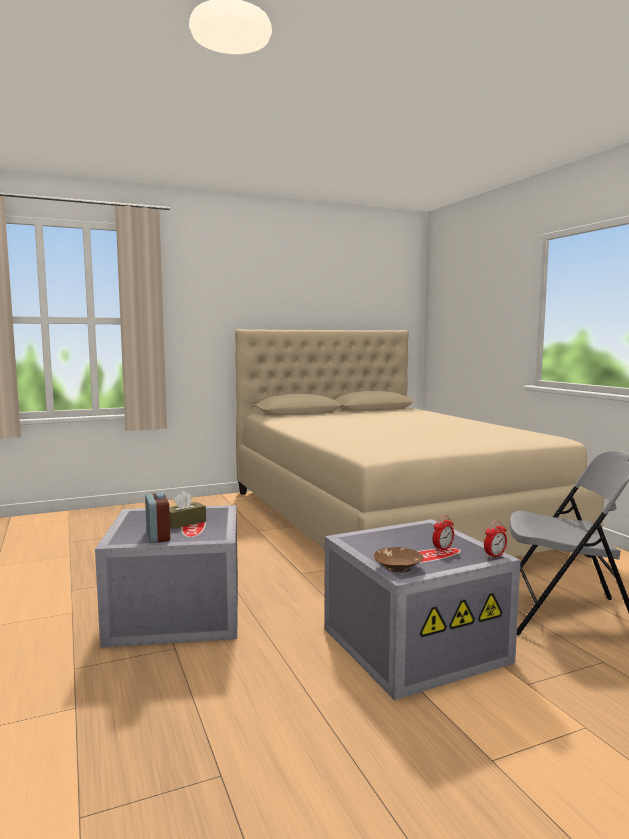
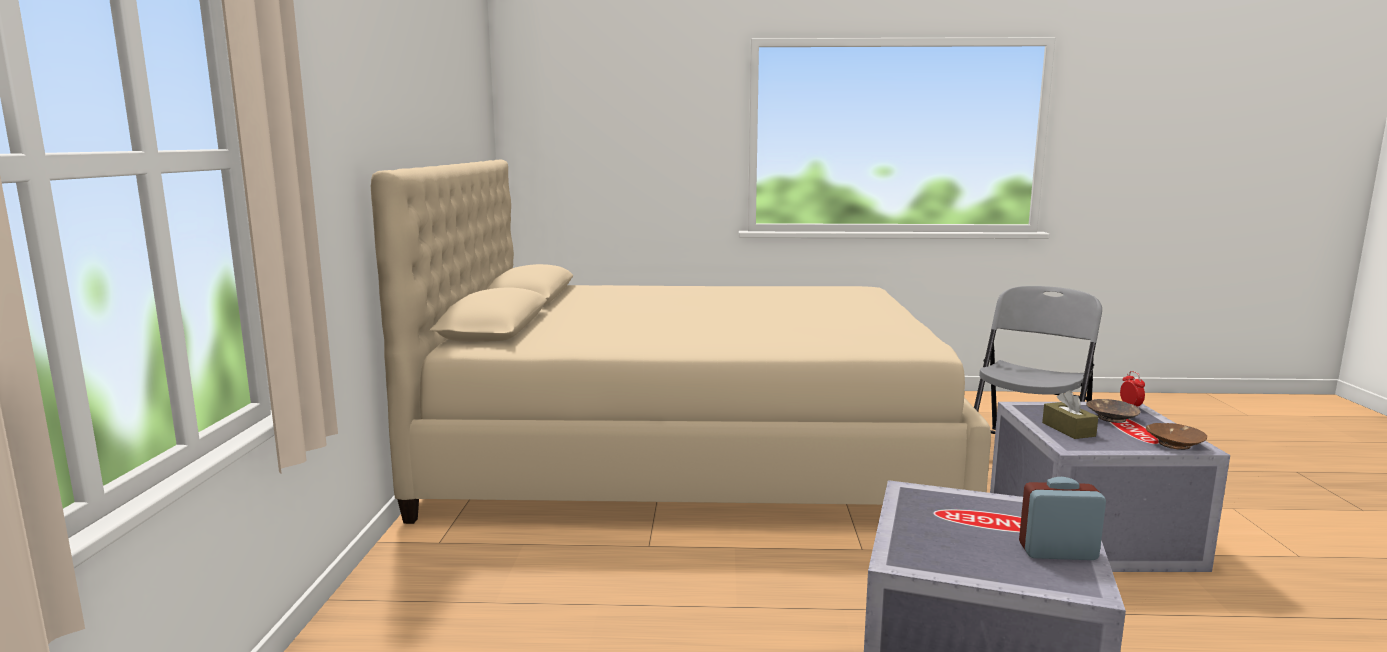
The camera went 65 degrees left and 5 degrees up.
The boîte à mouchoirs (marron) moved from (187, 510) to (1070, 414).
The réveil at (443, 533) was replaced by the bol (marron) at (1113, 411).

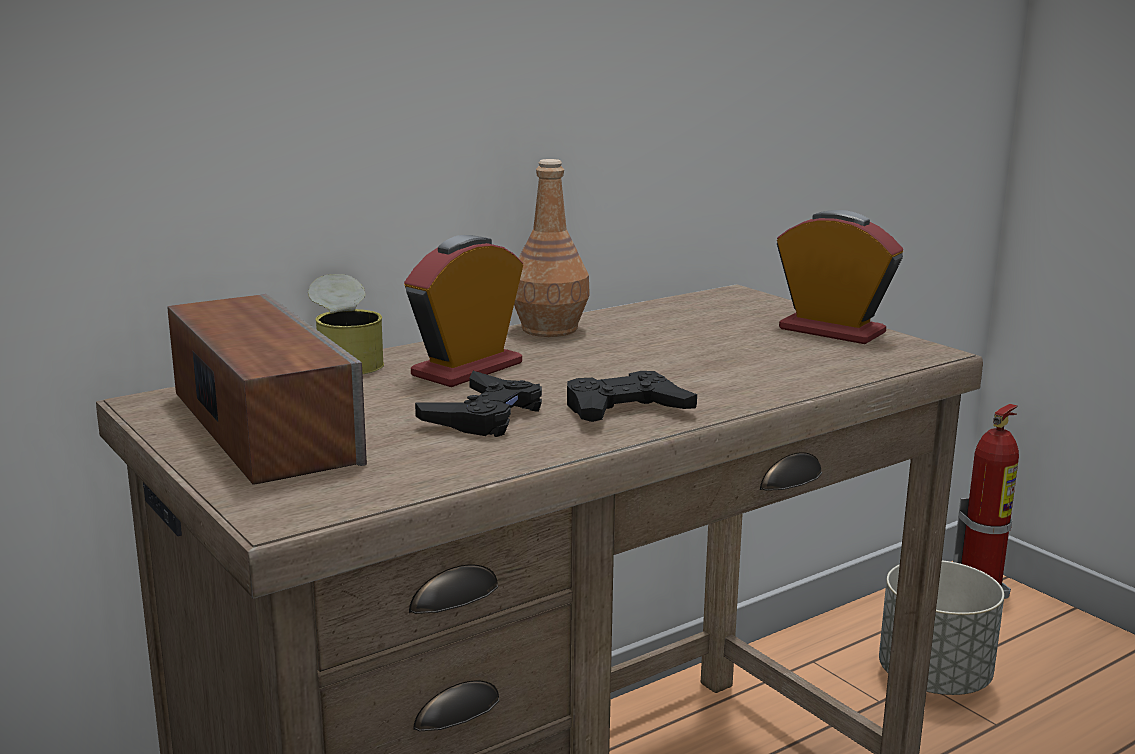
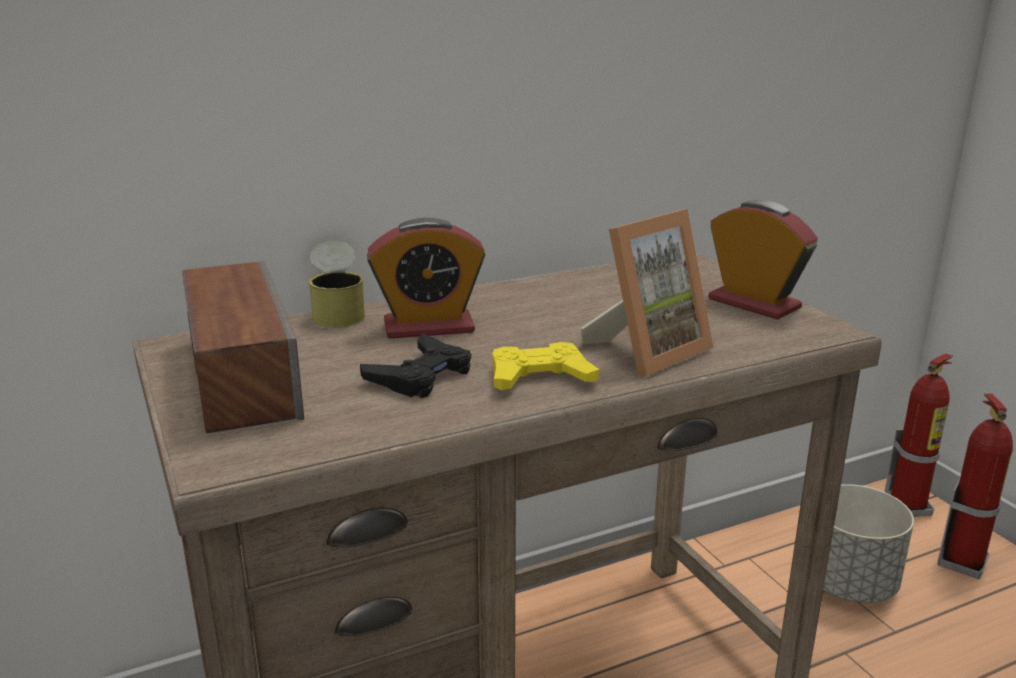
The camera went 10 degrees right and 5 degrees up.
The bouteille (marron) at (552, 248) disappeared.
The réveil at (463, 311) turned 150 degrees counterclockwise.
The manette (noir) at (632, 396) became the manette (jaune) at (546, 366).
The cadre photo at (647, 292) appeared.
The extincteur at (975, 486) appeared.

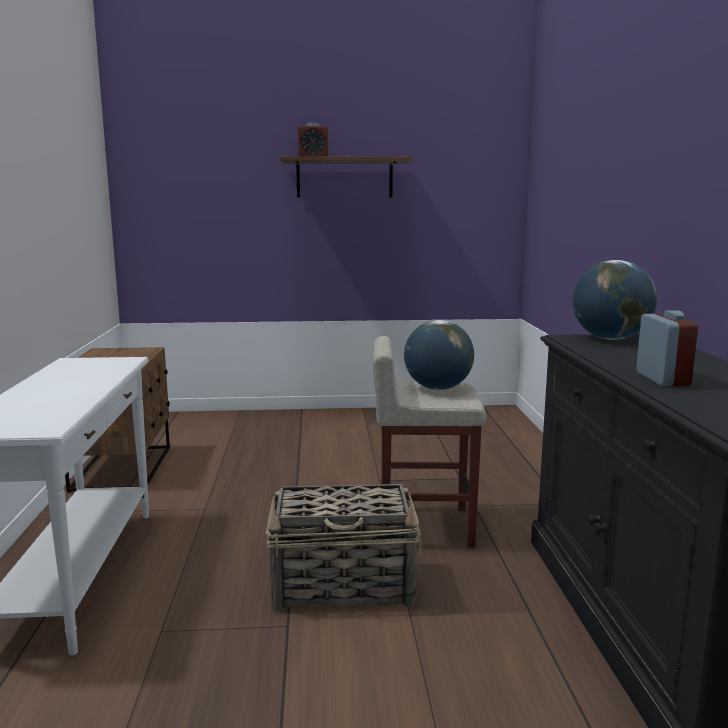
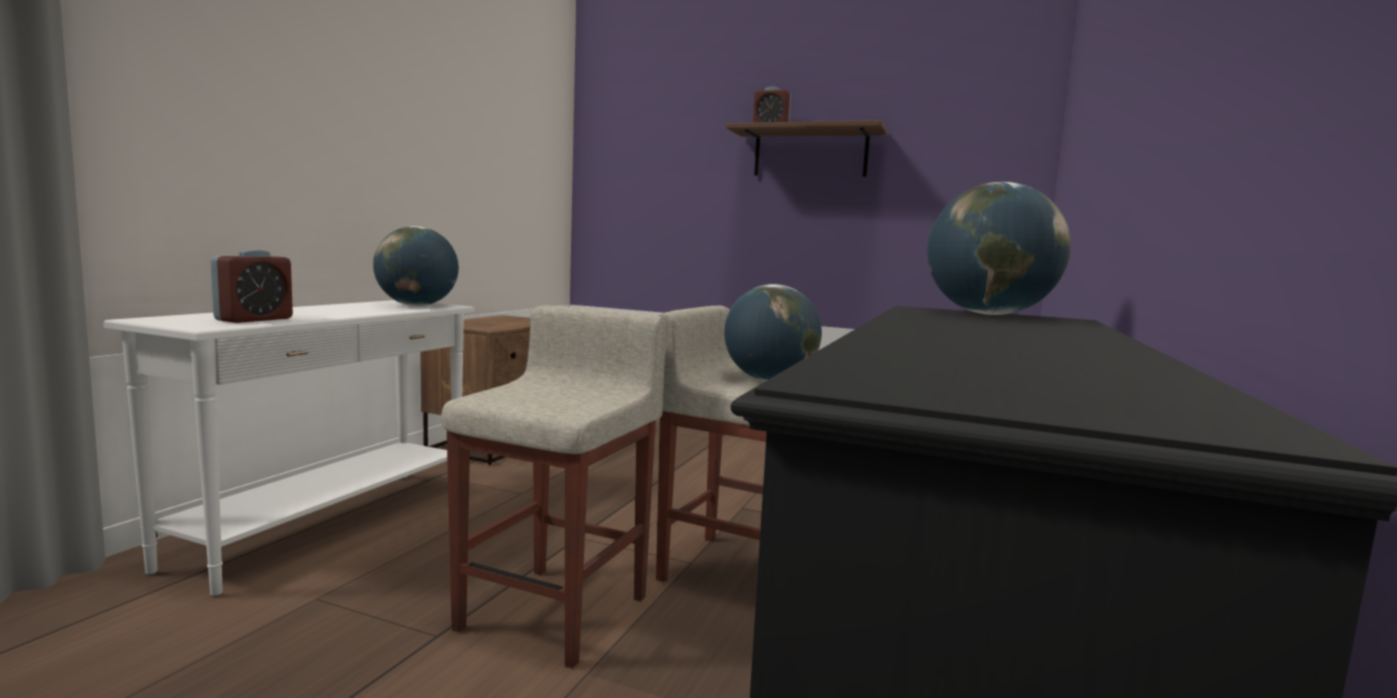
The camera went 25 degrees right and 5 degrees down.
The réveil moved from (667, 348) to (252, 286).
The panier at (344, 547) was replaced by the tabouret (beige) at (554, 486).
The globe at (416, 266) appeared.

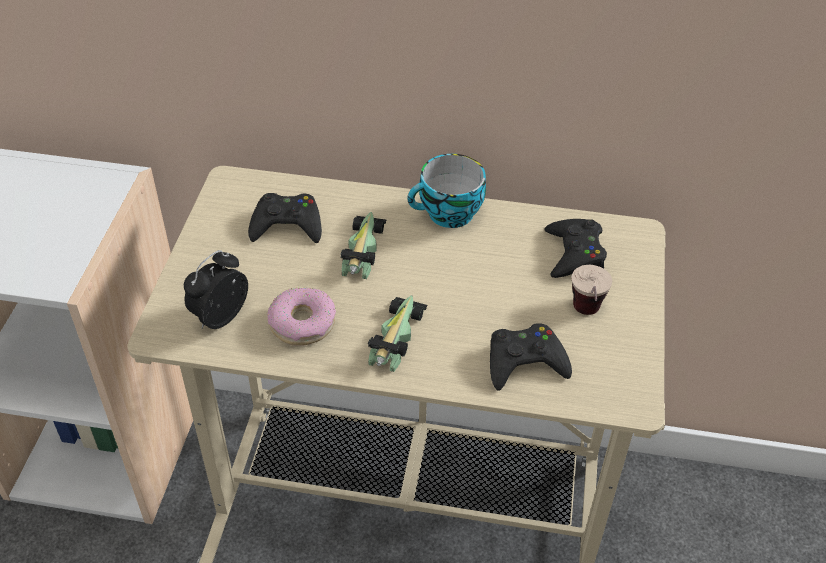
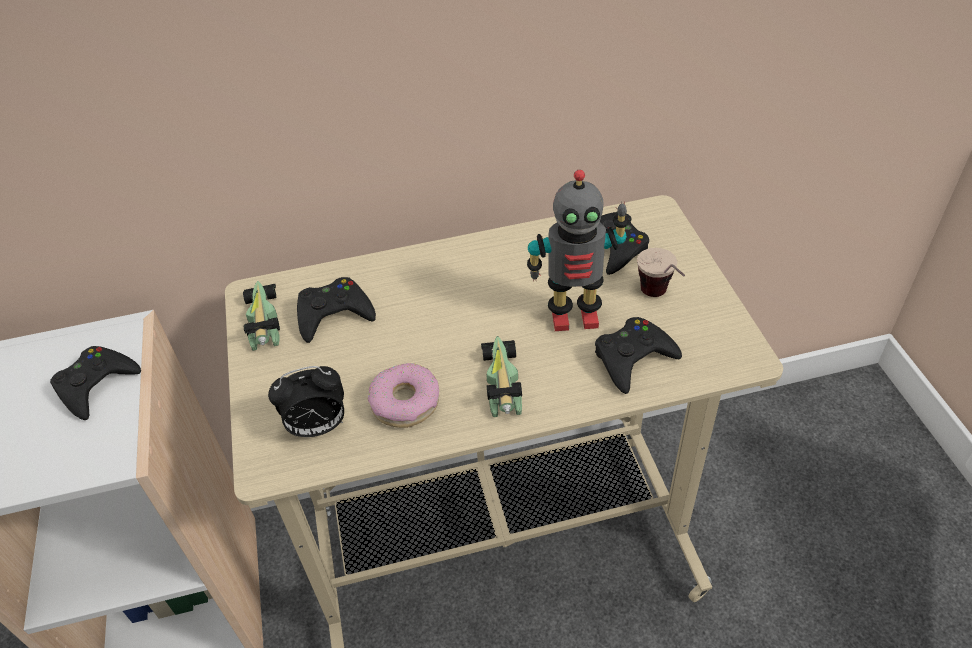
The camera went 20 degrees left and 0 degrees up.
The tasse at (446, 191) disappeared.
The petite voiture moved from (363, 245) to (261, 316).
The réveil at (216, 289) turned 120 degrees counterclockwise.
The robot jouet at (578, 250) appeared.
The manette (noir) at (95, 383) appeared.

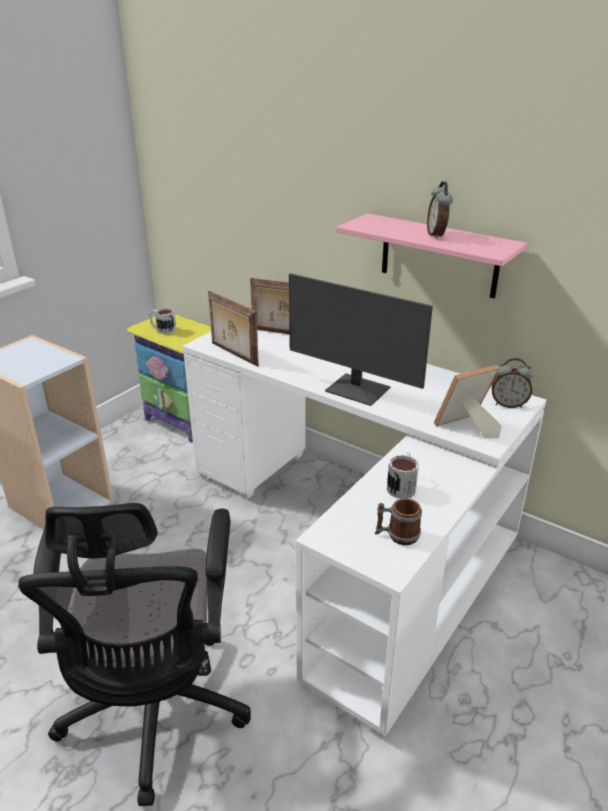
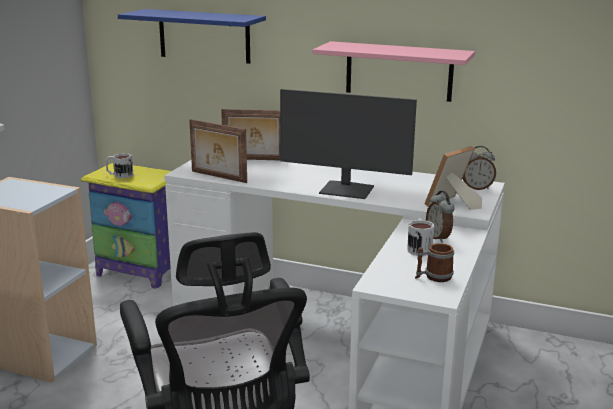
The camera went 15 degrees left and 10 degrees down.
The réveil moved from (440, 210) to (440, 217).
The étagère (bleu) at (192, 36) appeared.

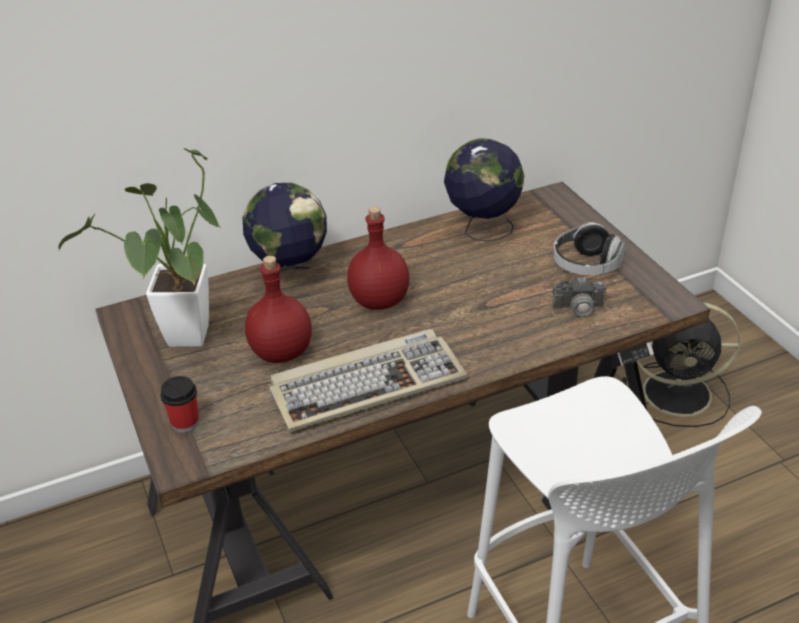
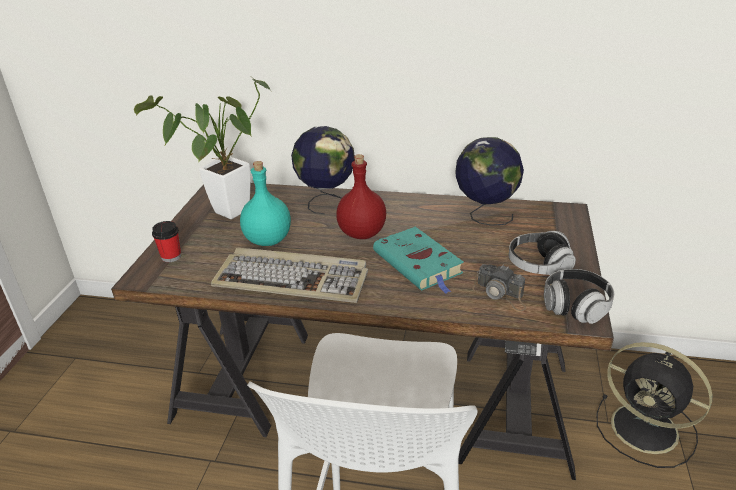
The camera went 35 degrees right and 5 degrees down.
The bouteille (rouge) at (278, 309) became the bouteille (turquoise) at (265, 203).
The livre (turquoise) at (418, 260) appeared.
The casque audio at (579, 296) appeared.

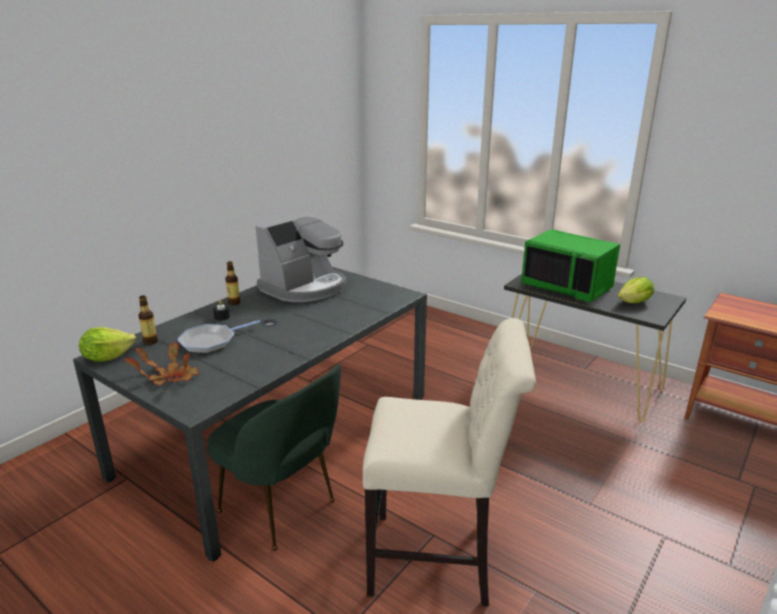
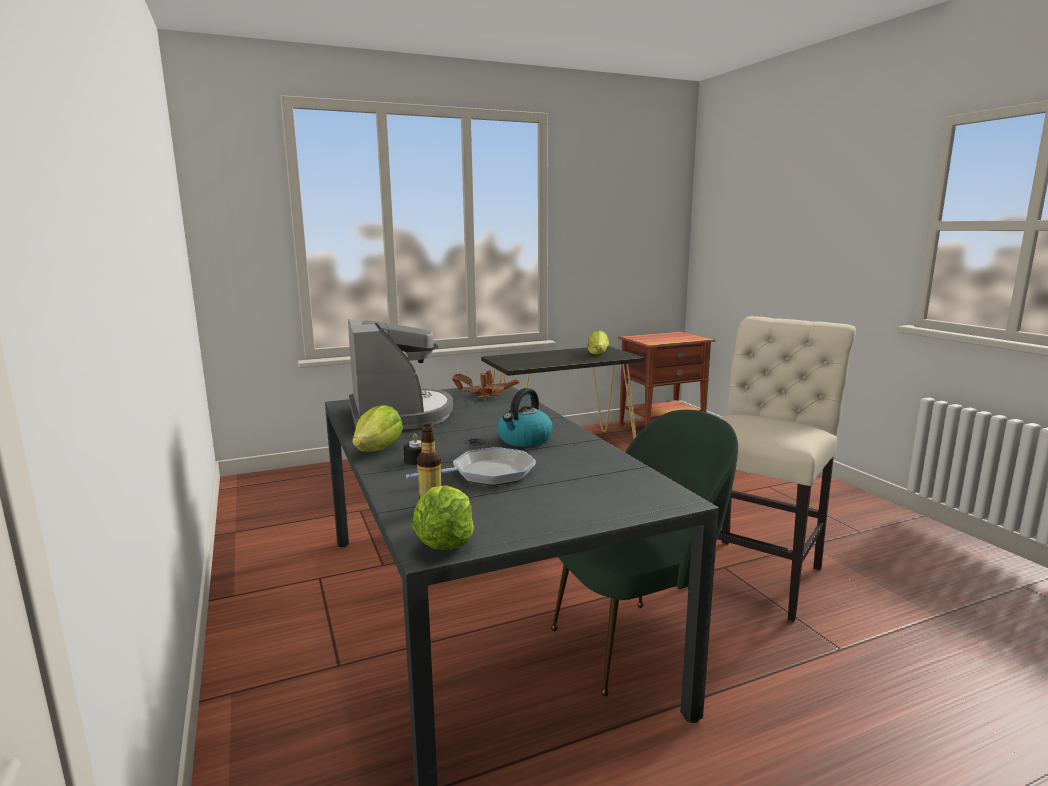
The camera went 60 degrees left and 10 degrees down.
The micro-ondes (vert) at (570, 265) disappeared.
The bouteille at (232, 283) was replaced by the laitue at (377, 428).
The poêle at (219, 336) turned 105 degrees counterclockwise.
The plante en pot moved from (161, 364) to (486, 384).
The bouilloire at (525, 417) appeared.

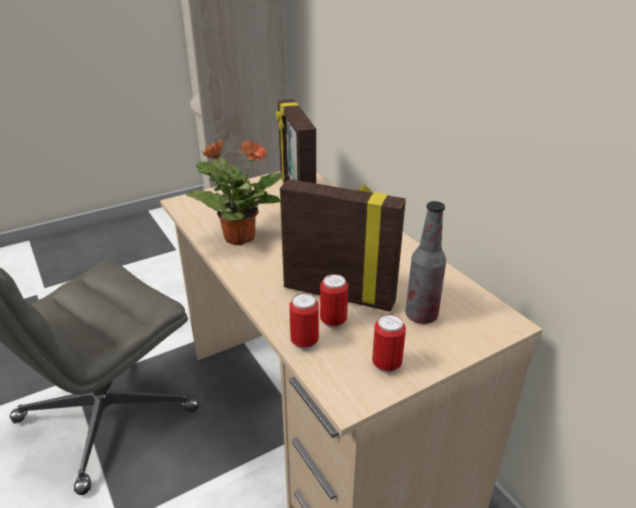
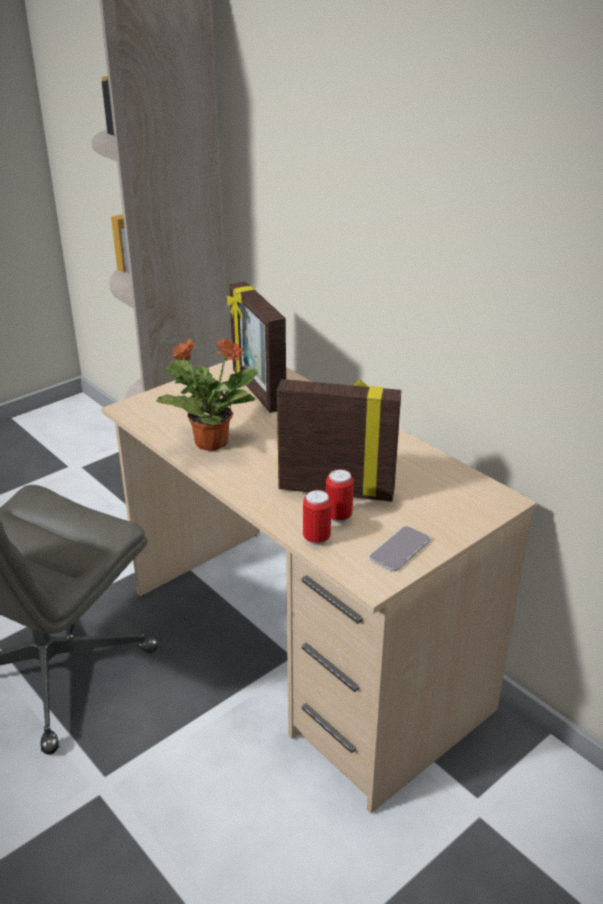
The camera went 10 degrees left and 0 degrees up.
The bouteille at (425, 262) disappeared.
The boîte métallique at (389, 343) was replaced by the téléphone at (399, 549).

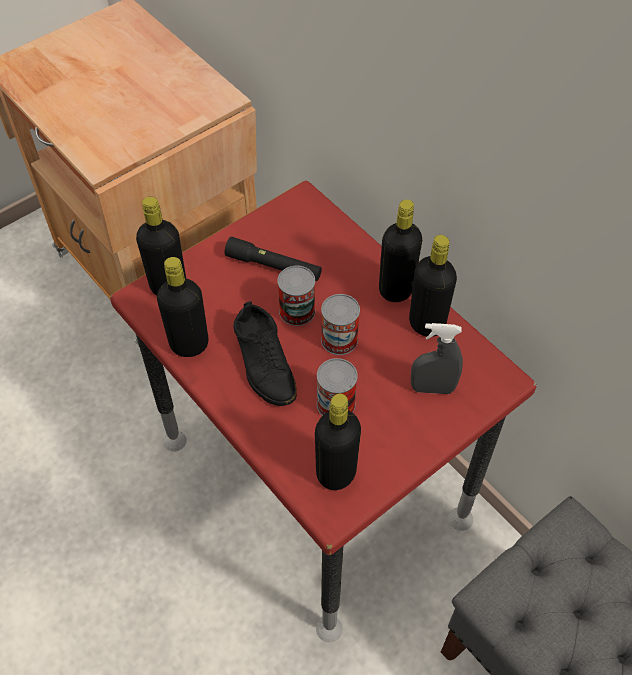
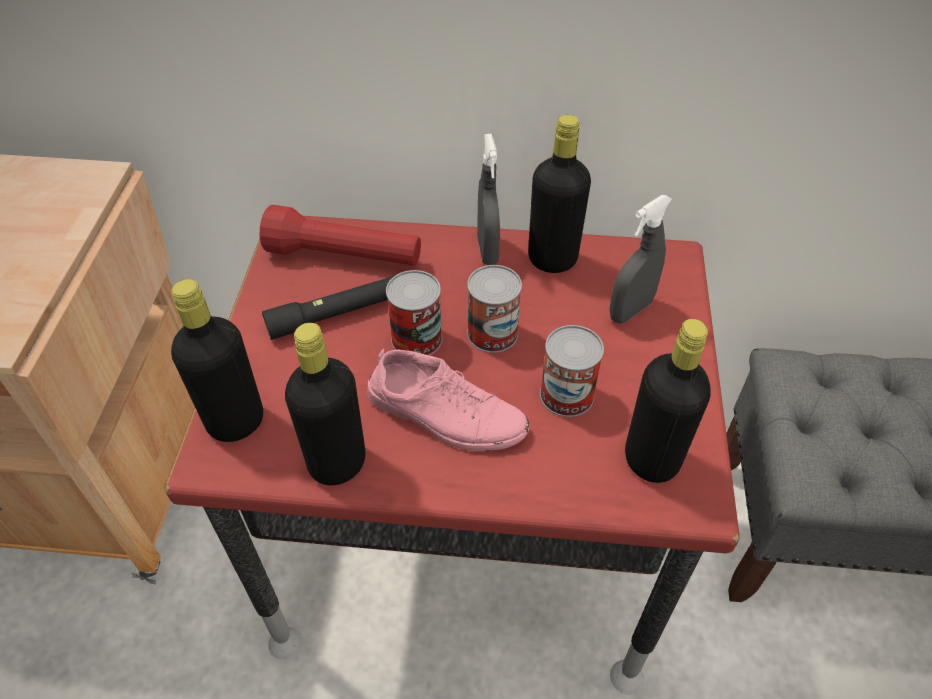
The camera went 45 degrees left and 5 degrees down.
The bouteille (noir) at (400, 251) was replaced by the vaporisateur (gris) at (488, 199).
The chaussure (noir) at (265, 353) became the chaussure (rose) at (448, 399).
The lampe de poche (rouge) at (340, 235) appeared.

